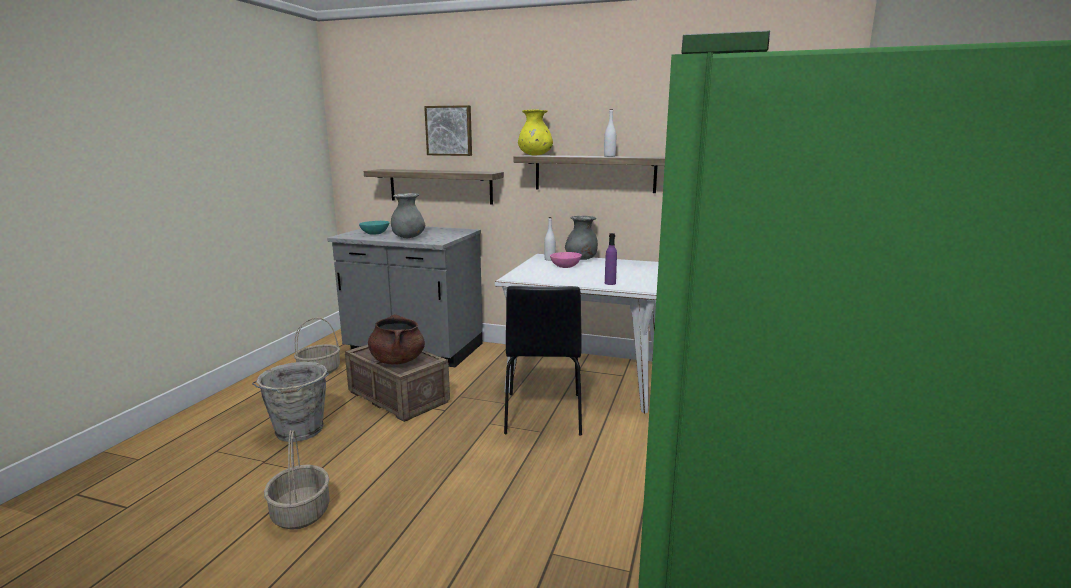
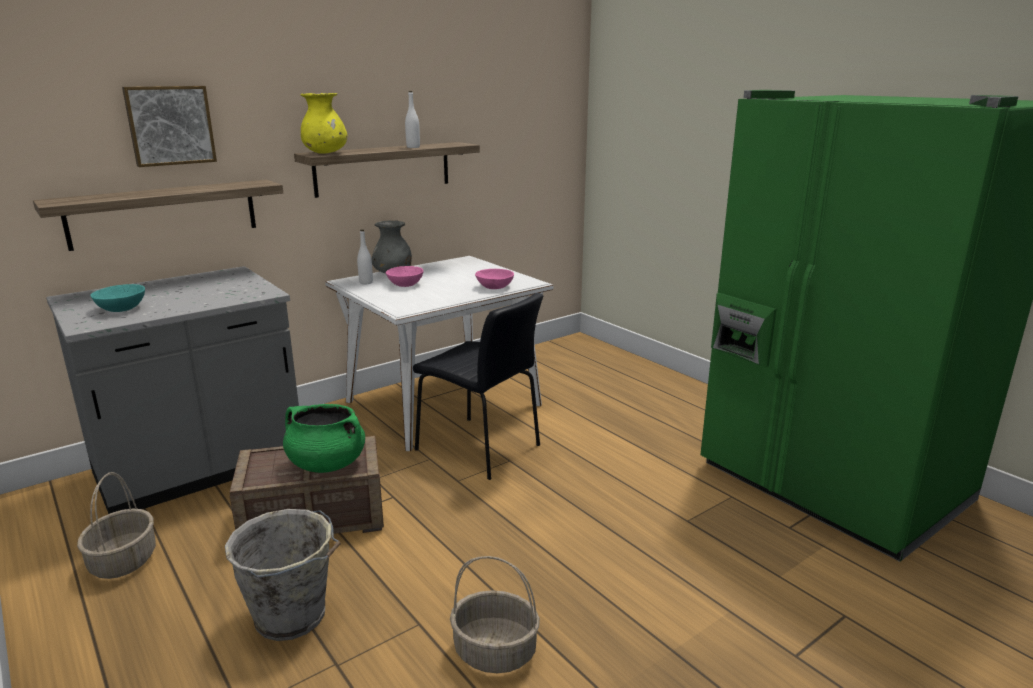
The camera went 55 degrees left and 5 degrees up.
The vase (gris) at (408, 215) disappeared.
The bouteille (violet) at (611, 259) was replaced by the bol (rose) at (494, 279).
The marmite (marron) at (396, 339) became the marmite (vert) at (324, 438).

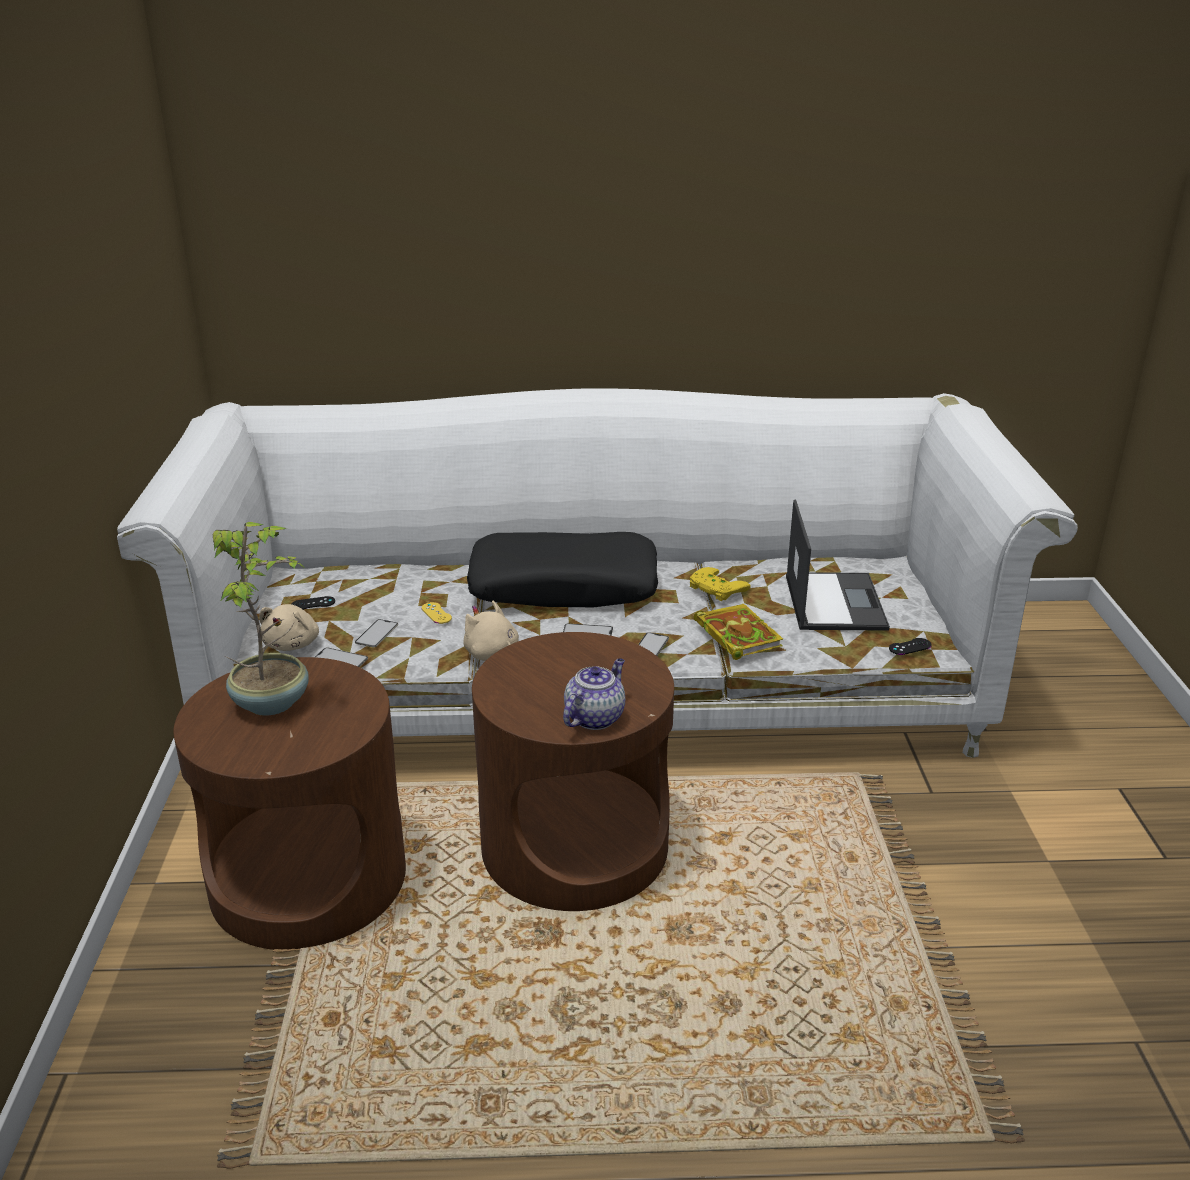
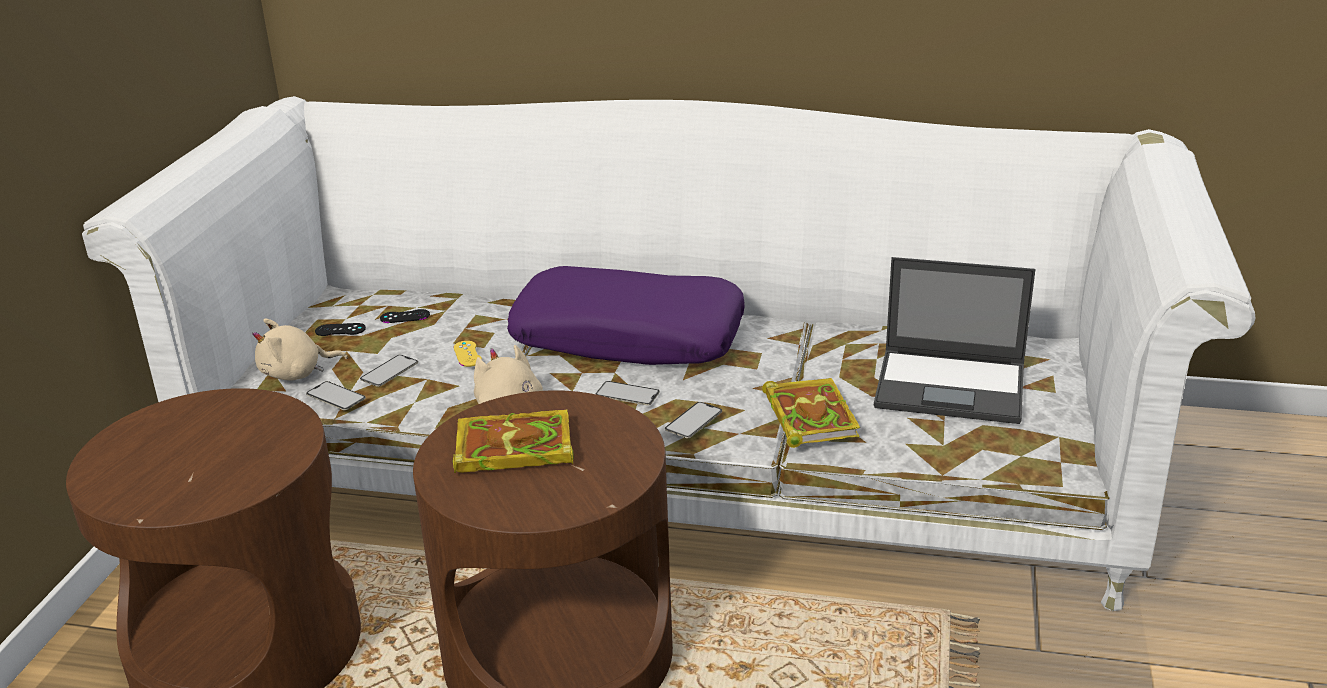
The camera went 15 degrees right and 0 degrees up.
The ordinateur portable at (838, 565) turned 90 degrees clockwise.
The plante en pot at (261, 619) disappeared.
The coussin (noir) at (562, 569) became the coussin (violet) at (626, 315).
The manette (jaune) at (720, 584) disappeared.
The peluche (beige) at (289, 627) turned 45 degrees clockwise.
The manette (noir) moved from (910, 646) to (405, 316).
The théière at (594, 694) disappeared.
The livre at (513, 441) appeared.

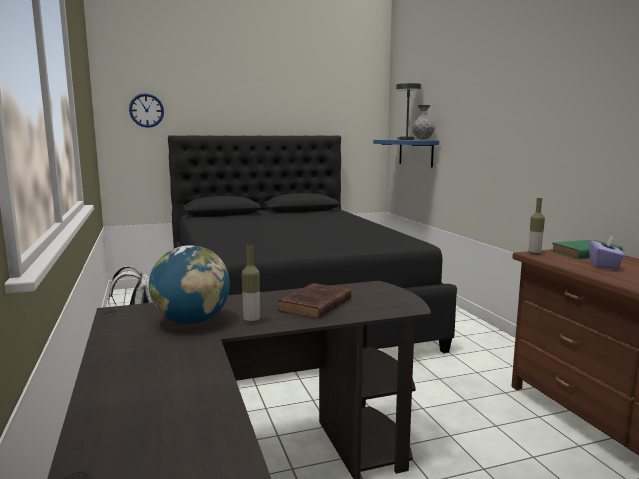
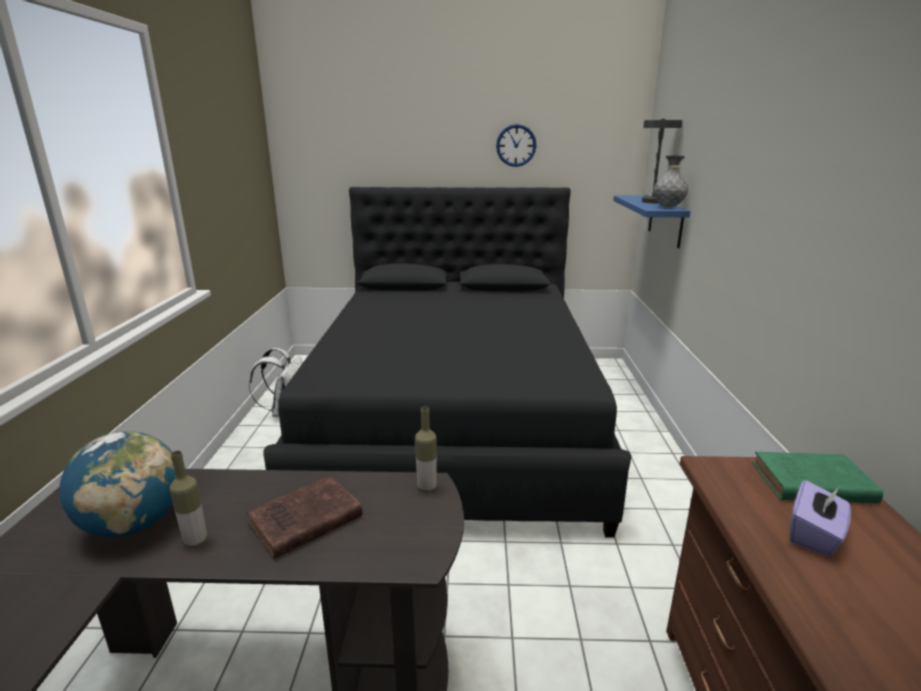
The camera went 20 degrees right and 10 degrees up.
The horloge murale moved from (146, 110) to (516, 145).
The bouteille moved from (536, 226) to (426, 449).

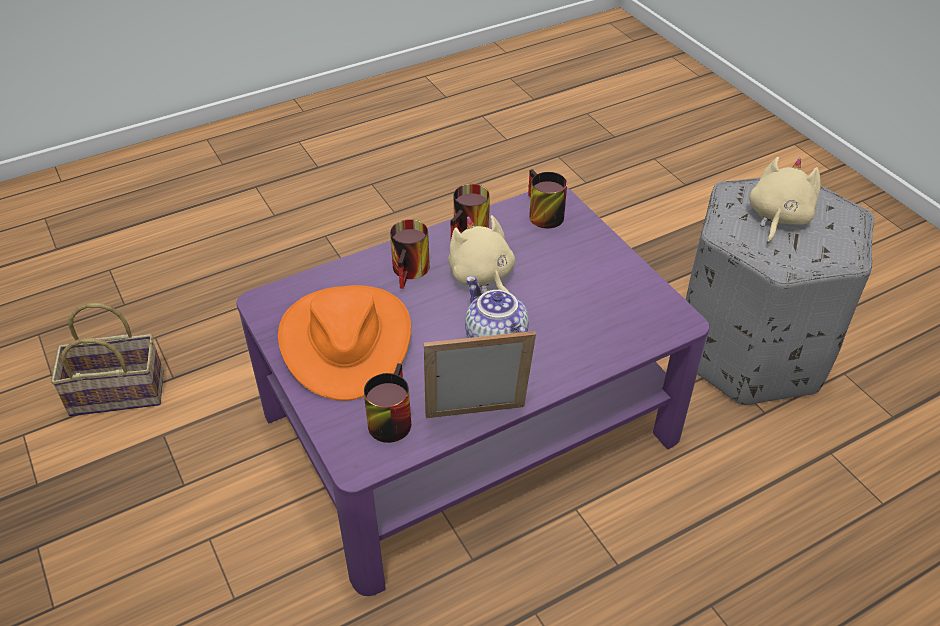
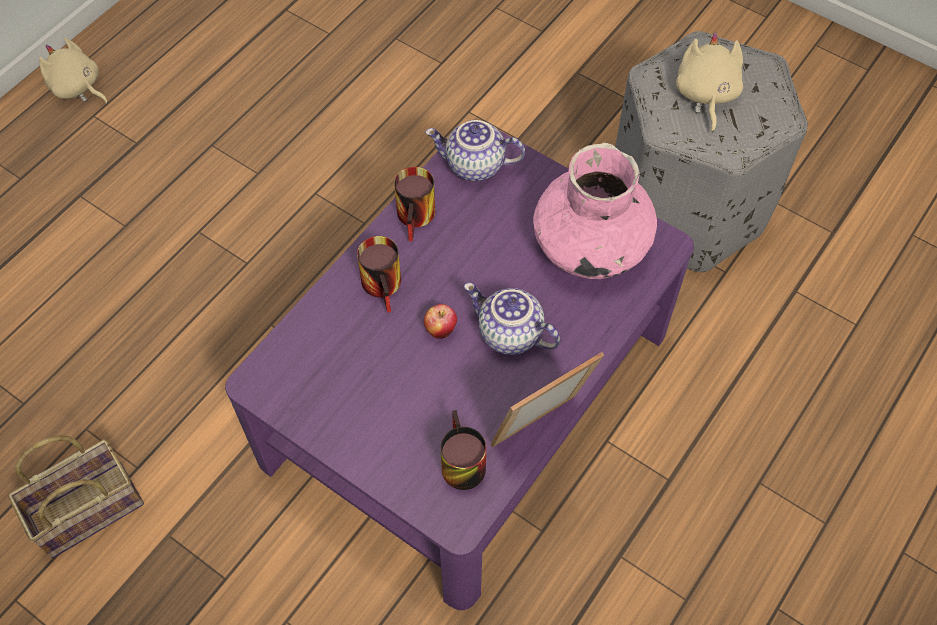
The camera went 25 degrees left and 15 degrees up.
The mug at (547, 199) was replaced by the théière at (475, 150).
The peluche (beige) moved from (481, 254) to (73, 70).
The chapeau (orange) at (344, 343) disappeared.
The vase (rose) at (595, 210) appeared.
The pomme at (440, 321) appeared.

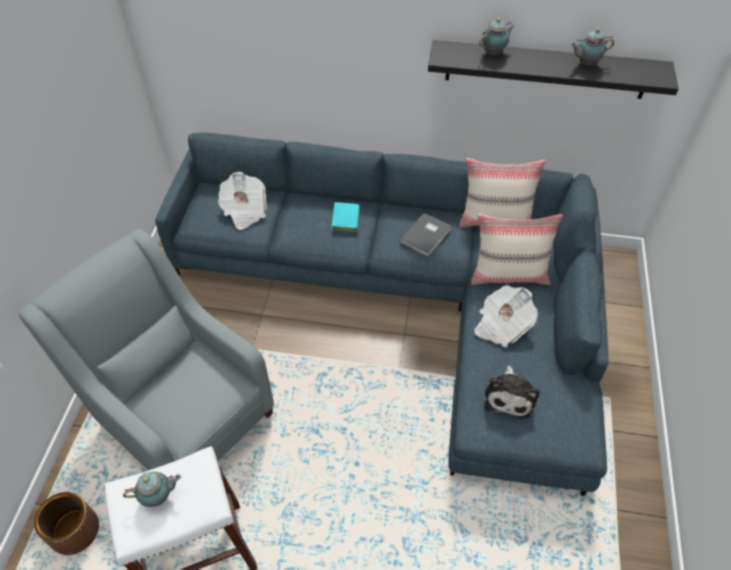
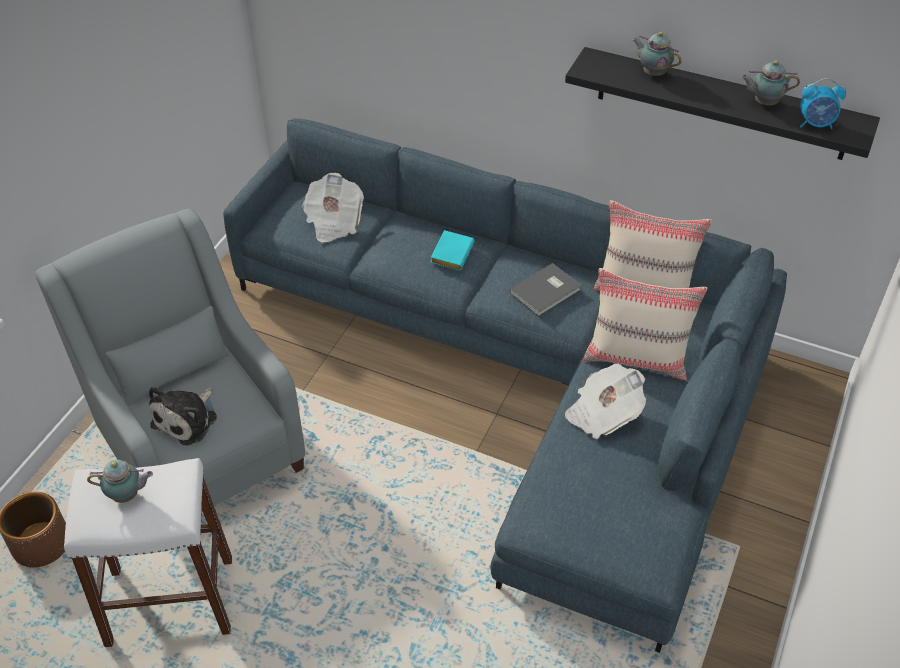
The camera went 15 degrees right and 5 degrees down.
The théière at (496, 36) turned 120 degrees counterclockwise.
The peluche moved from (511, 392) to (183, 415).
The réveil at (823, 103) appeared.

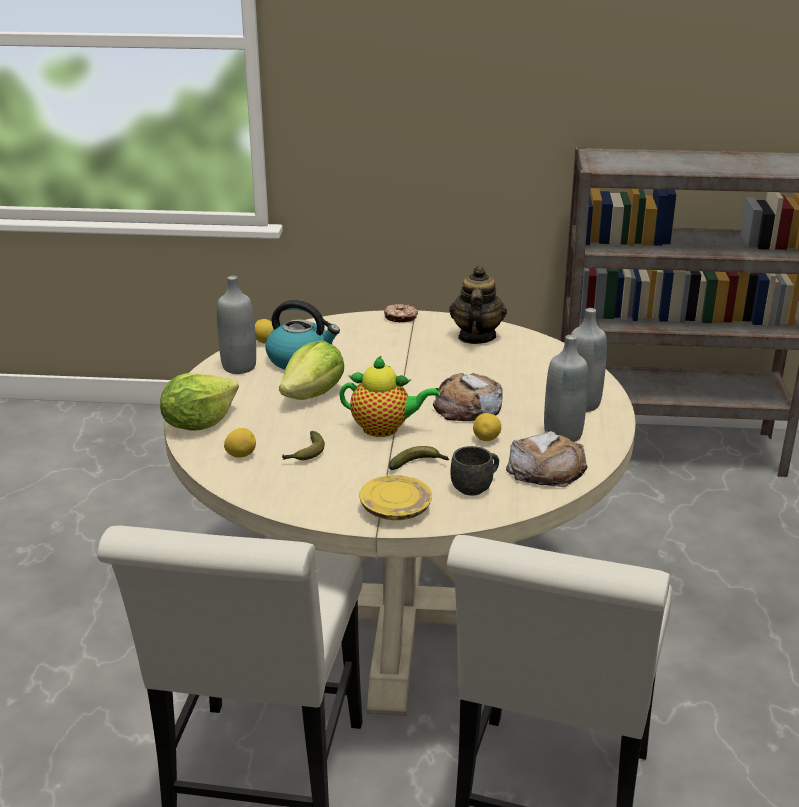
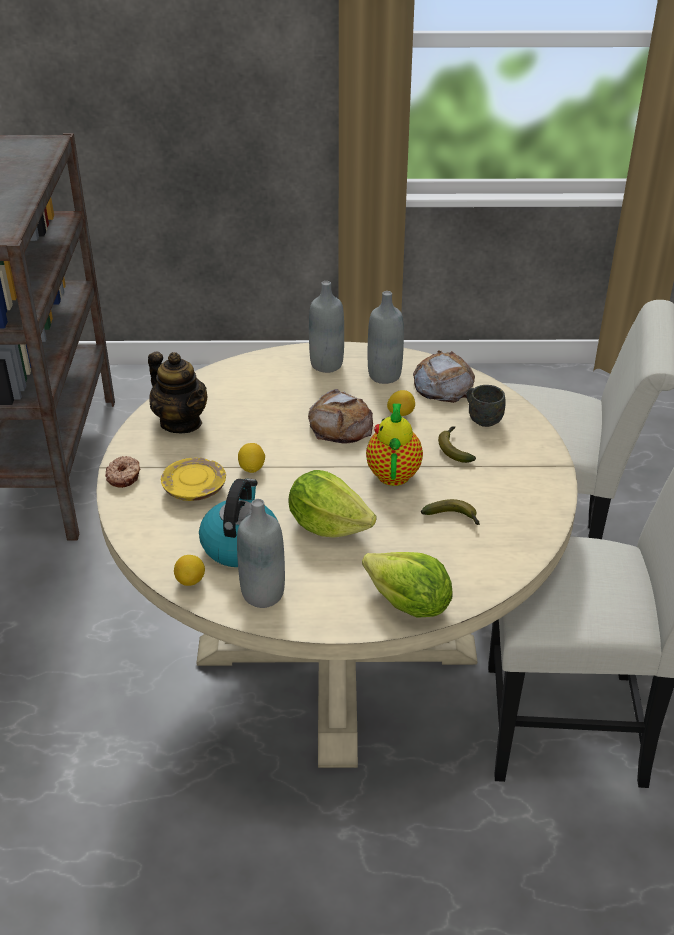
The camera went 95 degrees left and 10 degrees up.
The théière at (478, 305) turned 135 degrees counterclockwise.
The citron moved from (240, 443) to (251, 458).
The assiette (jaune) moved from (395, 497) to (193, 479).

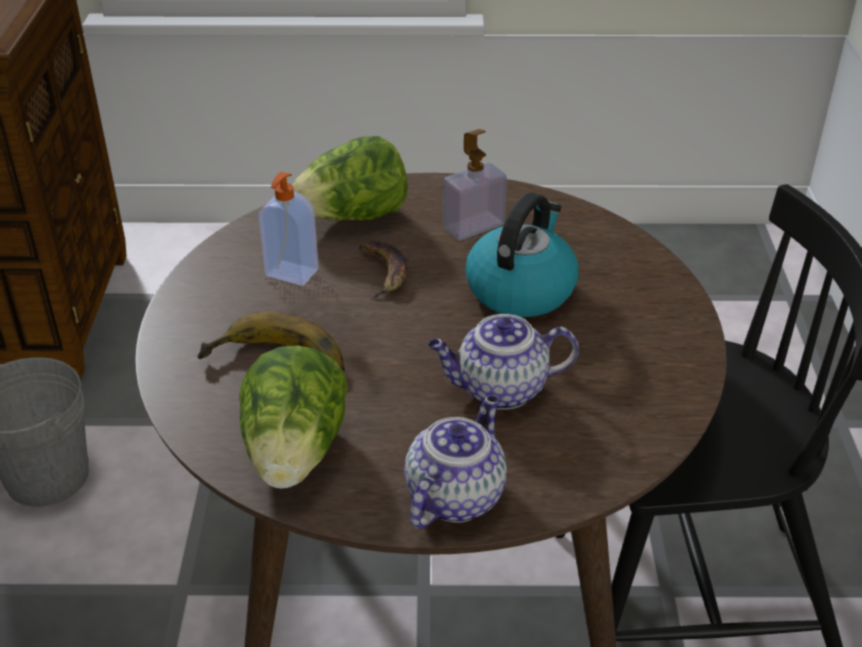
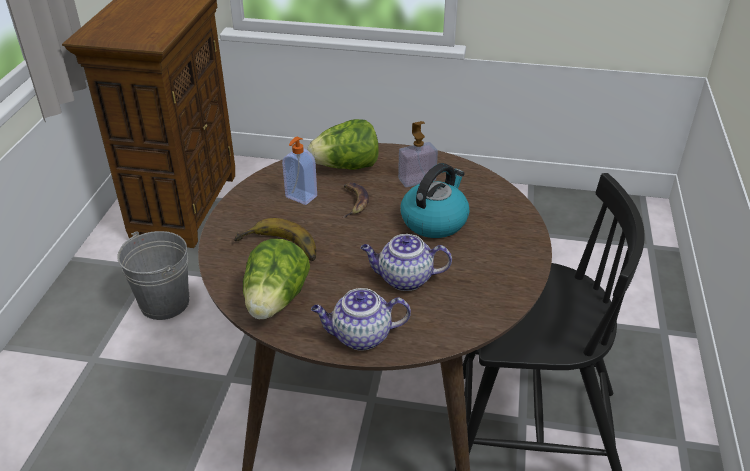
The camera went 10 degrees right and 0 degrees up.
The théière at (455, 462) turned 135 degrees counterclockwise.

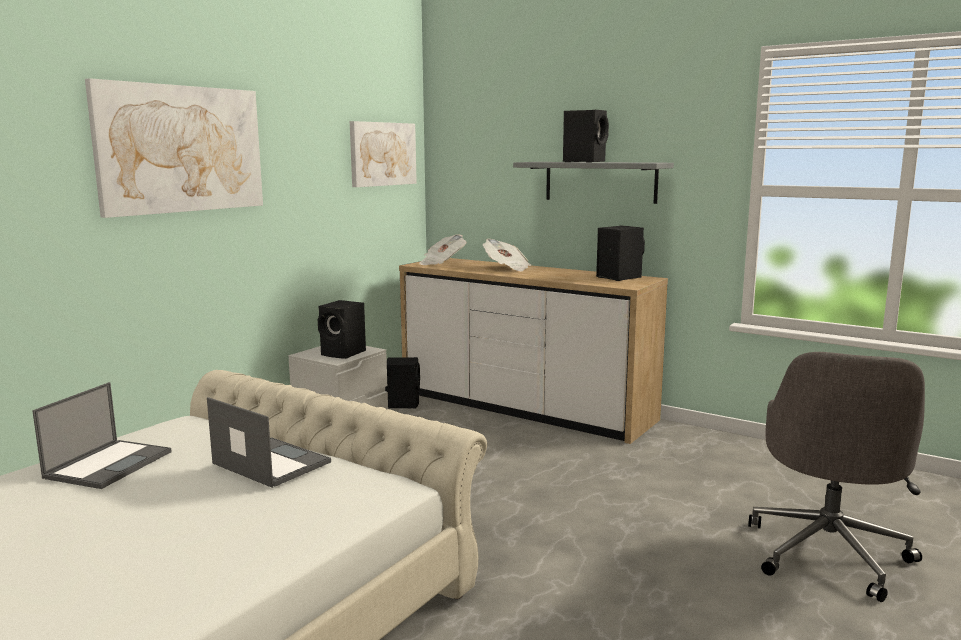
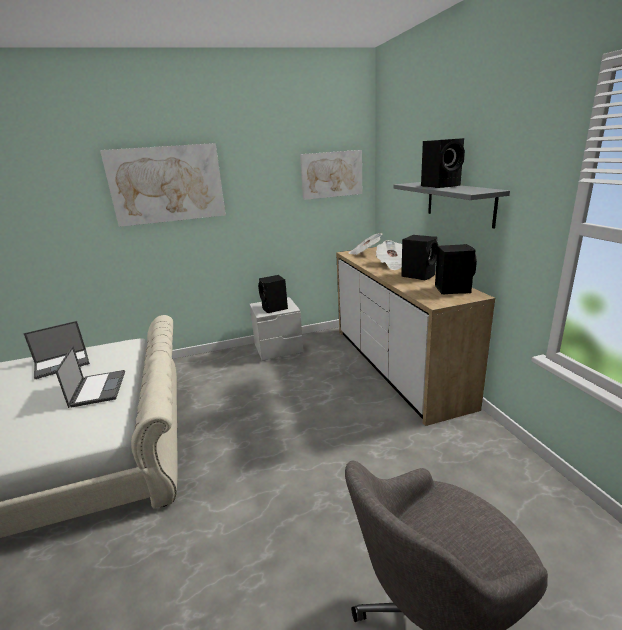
The camera went 40 degrees right and 10 degrees up.
The enceinte (noir) moved from (402, 383) to (419, 257).

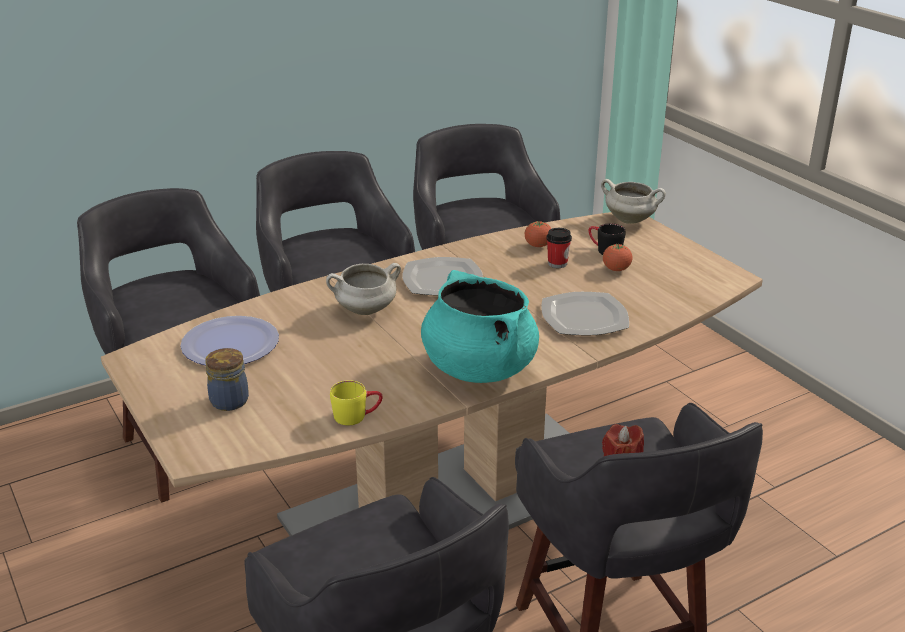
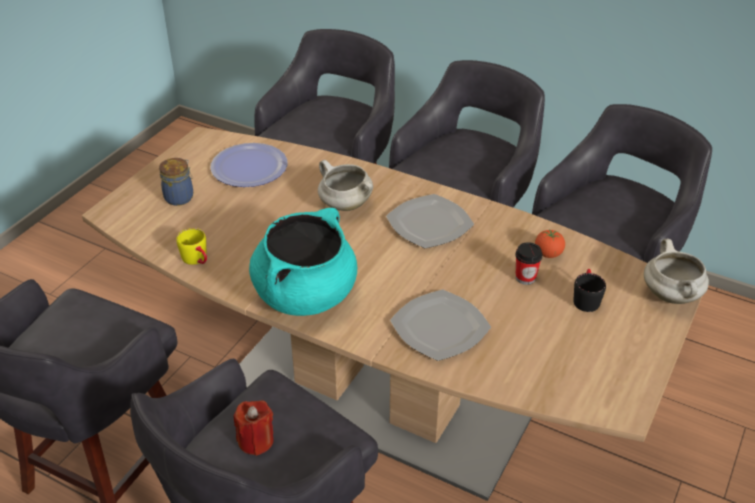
The camera went 60 degrees right and 10 degrees up.
The tomate at (617, 257) disappeared.

